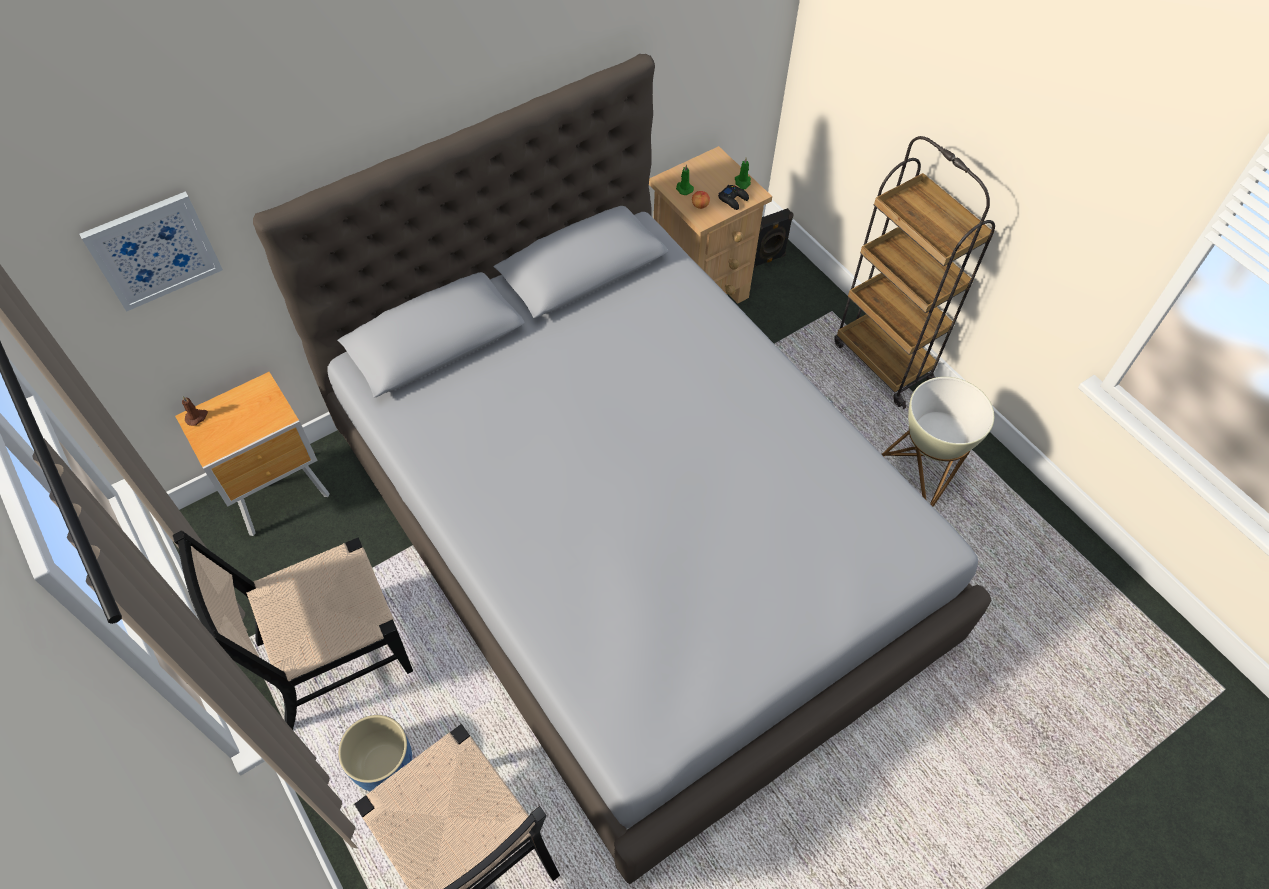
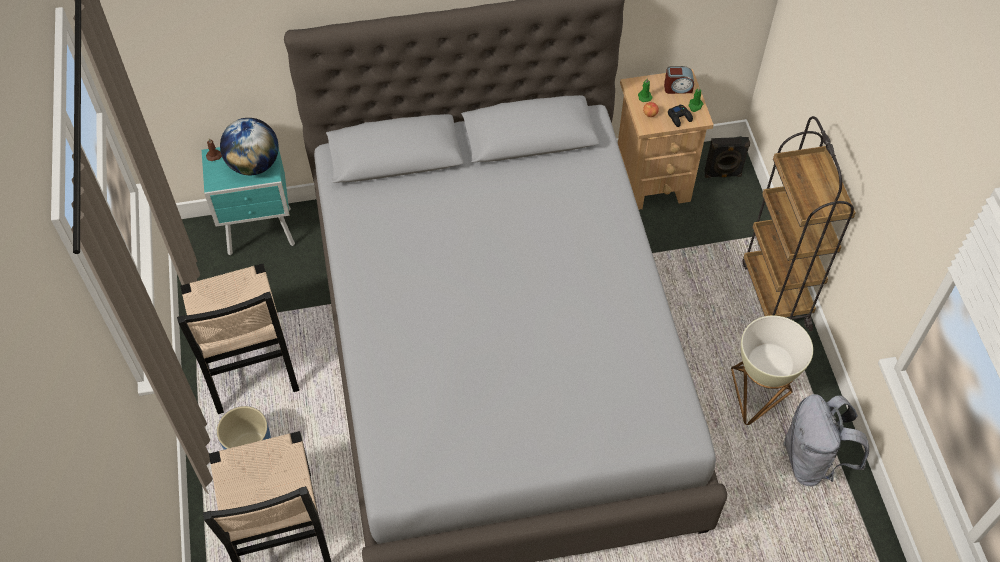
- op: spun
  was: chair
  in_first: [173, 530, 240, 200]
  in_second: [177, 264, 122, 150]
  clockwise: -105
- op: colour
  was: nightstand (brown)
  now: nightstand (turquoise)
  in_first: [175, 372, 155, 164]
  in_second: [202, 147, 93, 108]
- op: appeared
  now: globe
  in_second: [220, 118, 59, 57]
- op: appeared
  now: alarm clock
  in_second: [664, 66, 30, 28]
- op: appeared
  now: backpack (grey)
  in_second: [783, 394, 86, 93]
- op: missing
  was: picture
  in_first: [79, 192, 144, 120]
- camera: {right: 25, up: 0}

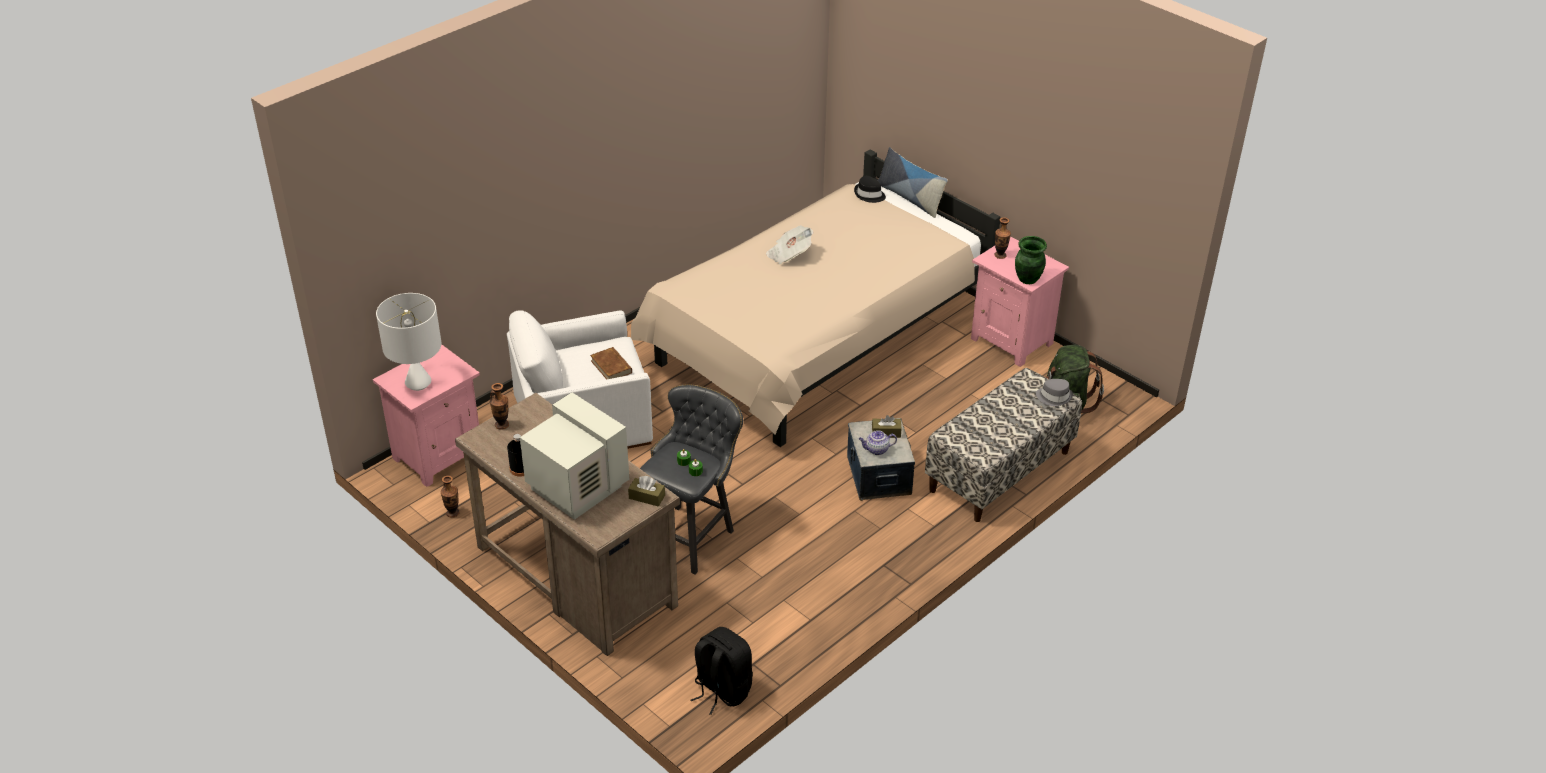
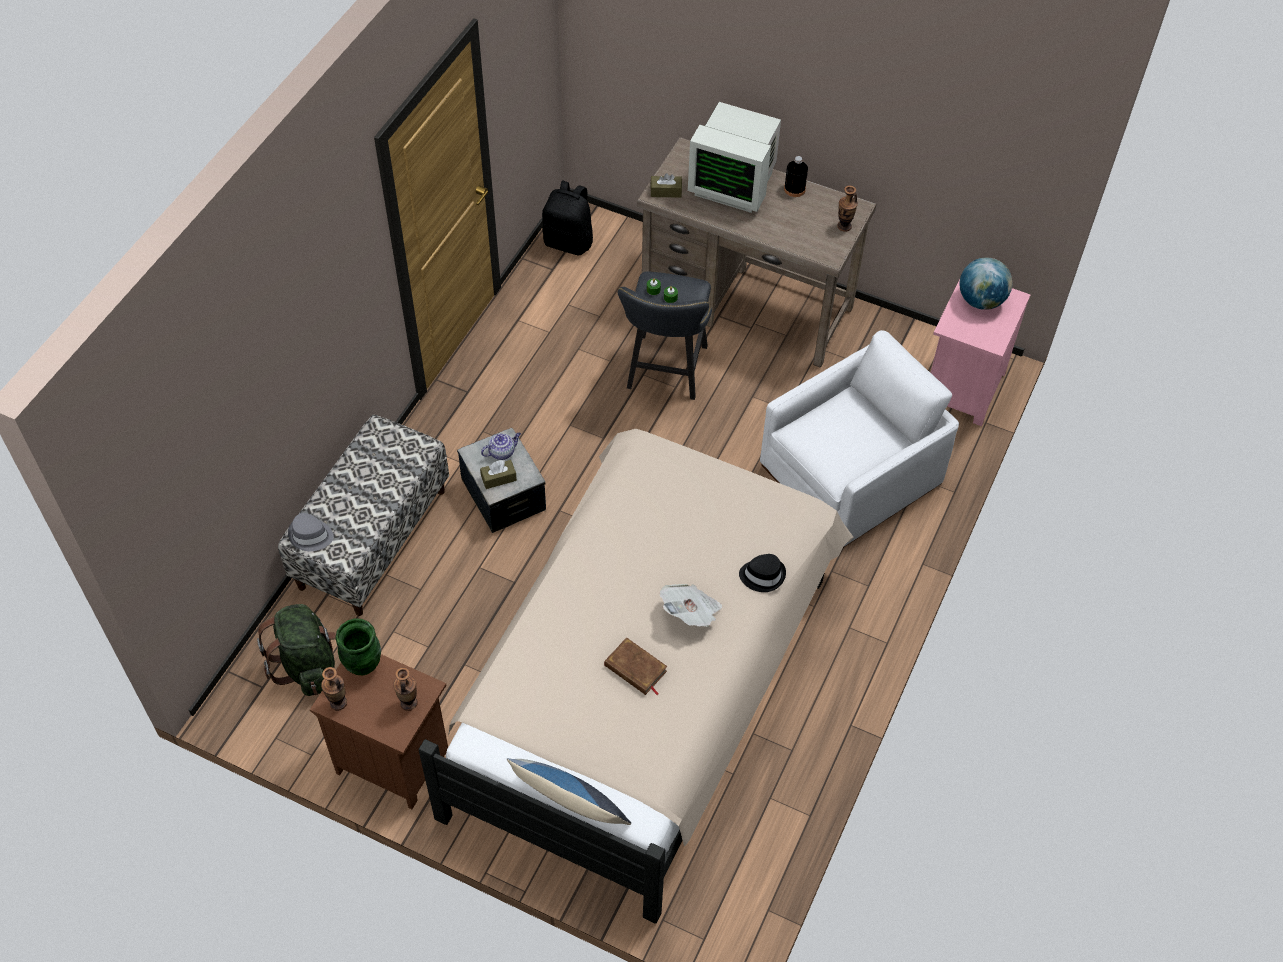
- op: colour
  was: nightstand (pink)
  now: nightstand (brown)
  in_first: [971, 236, 98, 131]
  in_second: [310, 654, 138, 155]
- op: relocated
  was: vase
  in_first: [441, 475, 18, 43]
  in_second: [321, 667, 26, 44]
- op: relocated
  was: book (brown)
  in_first: [590, 347, 42, 33]
  in_second: [604, 637, 64, 58]
- op: relocated
  was: hat (black)
  in_first: [854, 176, 32, 27]
  in_second: [739, 554, 47, 38]
- op: exchanged
  was: table lamp (white)
  now: globe
  in_first: [376, 293, 66, 98]
  in_second: [959, 258, 53, 52]
- camera: {right: 160, up: 15}

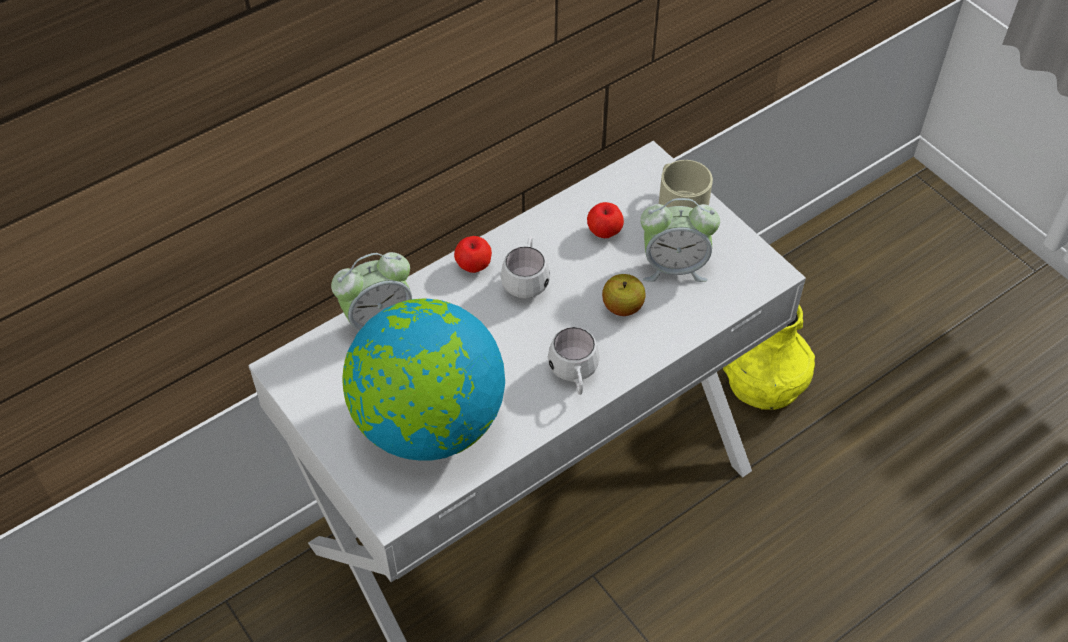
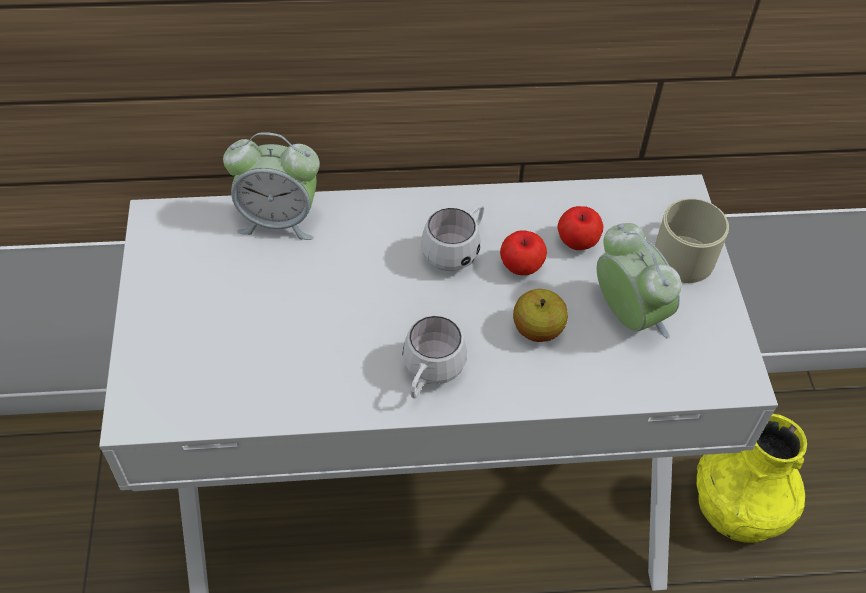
- op: relocated
  was: apple
  in_first: [454, 236, 38, 37]
  in_second: [500, 230, 47, 45]
- op: spun
  was: alarm clock
  in_first: [641, 198, 79, 84]
  in_second: [597, 223, 84, 115]
  clockwise: -150
- op: missing
  was: globe
  in_first: [343, 298, 162, 163]
- camera: {right: 30, up: 0}

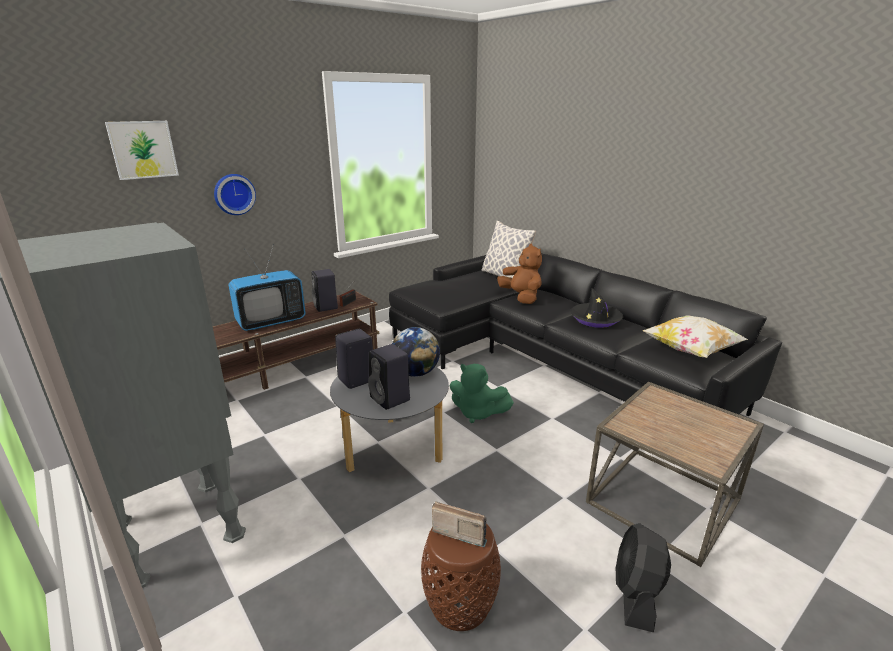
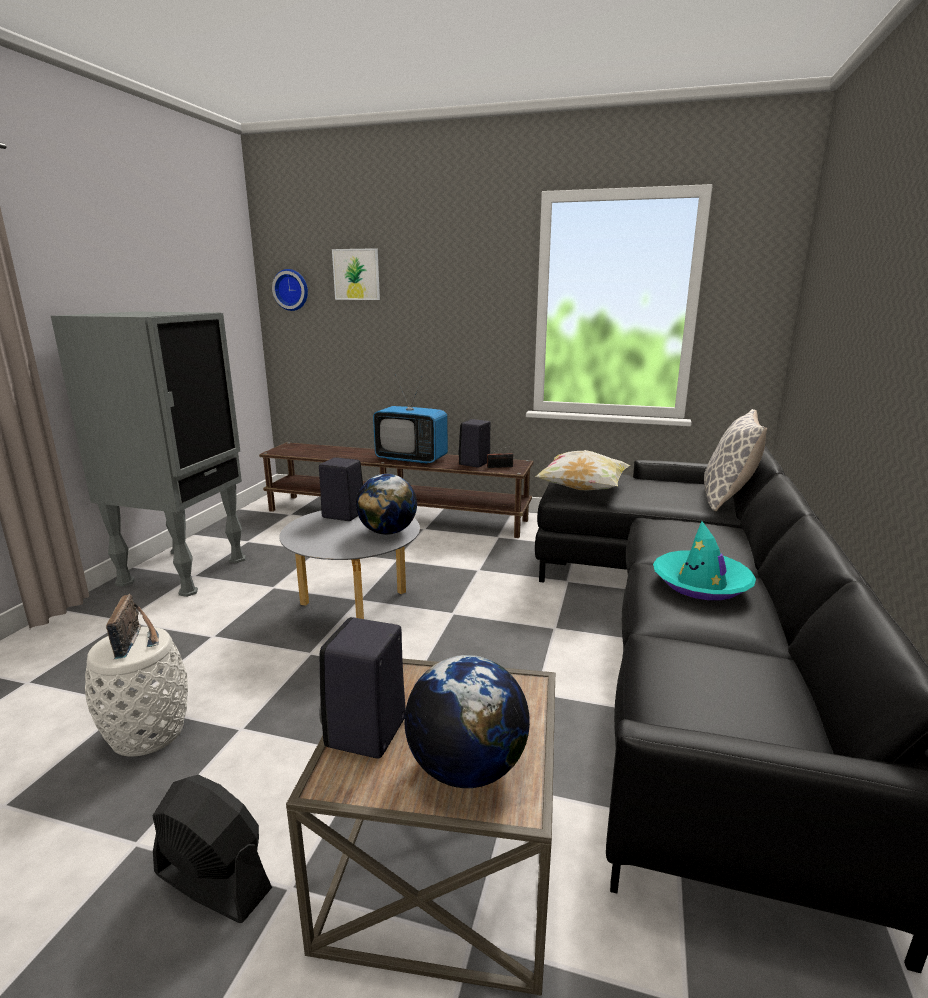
- op: colour
  was: stool (brown)
  now: stool (white)
  in_first: [421, 523, 80, 108]
  in_second: [85, 626, 103, 131]
- op: spun
  was: fan (black)
  in_first: [616, 523, 55, 109]
  in_second: [152, 775, 120, 148]
  clockwise: 45
- op: relocated
  was: wall clock
  in_first: [214, 174, 42, 41]
  in_second: [272, 269, 36, 42]
- op: relocated
  was: speaker (black)
  in_first: [368, 344, 42, 66]
  in_second: [319, 617, 87, 142]
- op: appeared
  now: globe
  in_second: [405, 655, 125, 133]
- op: relocated
  was: pillow
  in_first: [642, 315, 106, 43]
  in_second: [535, 450, 95, 40]
- op: colour
  was: hat (black)
  now: hat (turquoise)
  in_first: [570, 288, 53, 40]
  in_second: [653, 521, 103, 79]
- op: missing
  was: plush toy (green)
  in_first: [450, 364, 64, 59]
- op: missing
  was: plush toy (brown)
  in_first: [497, 243, 45, 61]
- camera: {right: 55, up: -5}

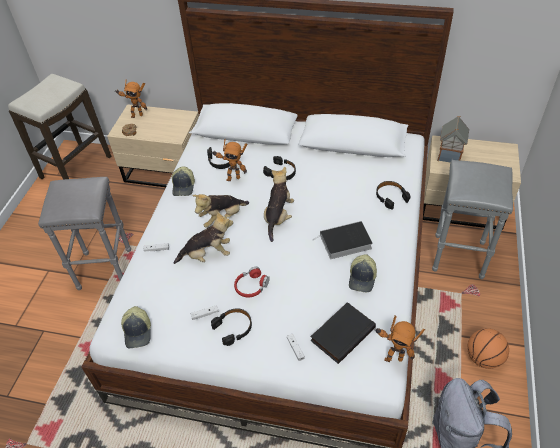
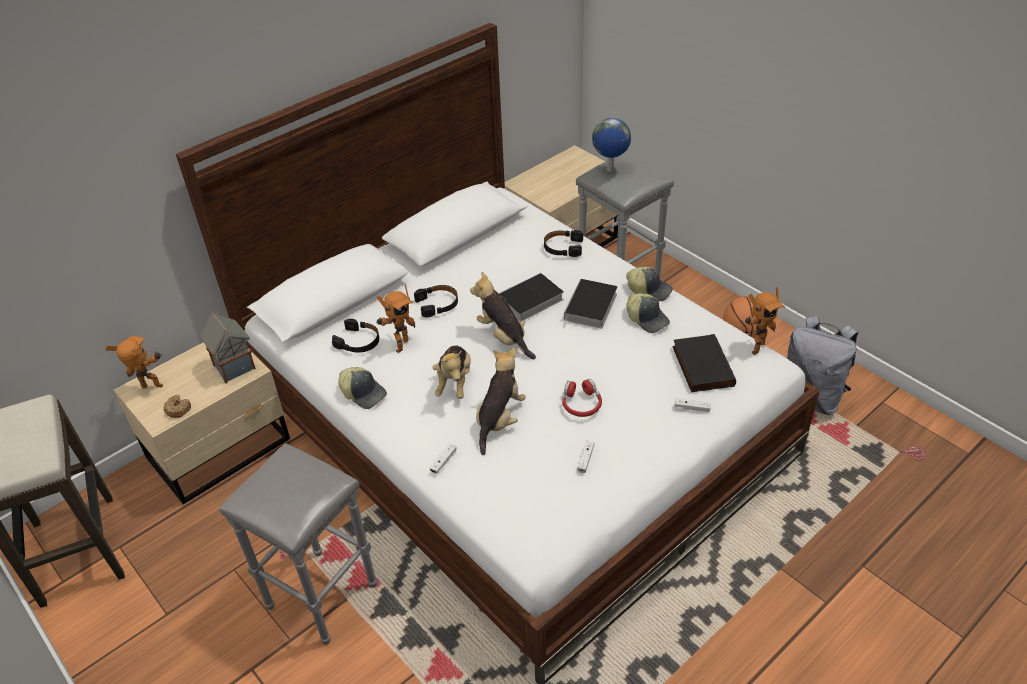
- op: spun
  was: toy robot
  in_first: [115, 79, 32, 39]
  in_second: [105, 336, 58, 53]
  clockwise: -120
- op: relocated
  was: toy house
  in_first: [437, 116, 32, 46]
  in_second: [200, 311, 56, 72]
- op: appeared
  now: book
  in_second: [499, 273, 65, 49]
- op: appeared
  now: globe
  in_second: [592, 118, 39, 54]
- op: relocated
  was: cap
  in_first: [121, 306, 30, 42]
  in_second: [626, 267, 47, 34]
- op: missing
  was: headphones (black)
  in_first: [211, 308, 41, 38]
- camera: {right: -55, up: -5}

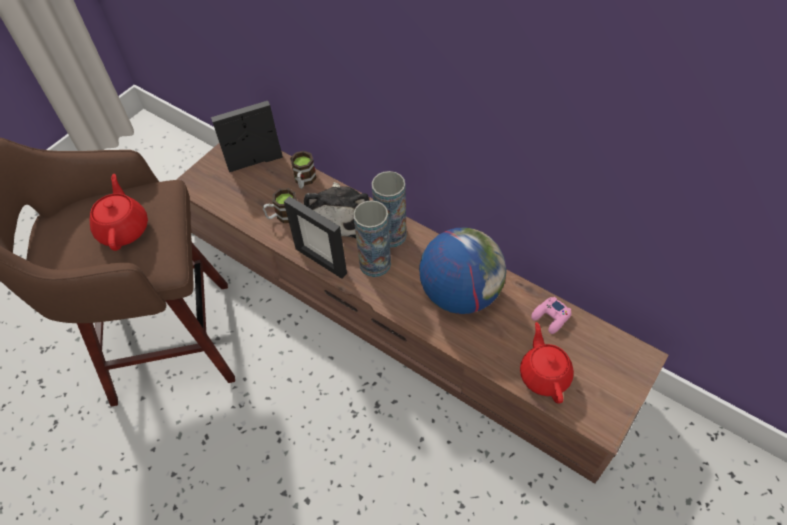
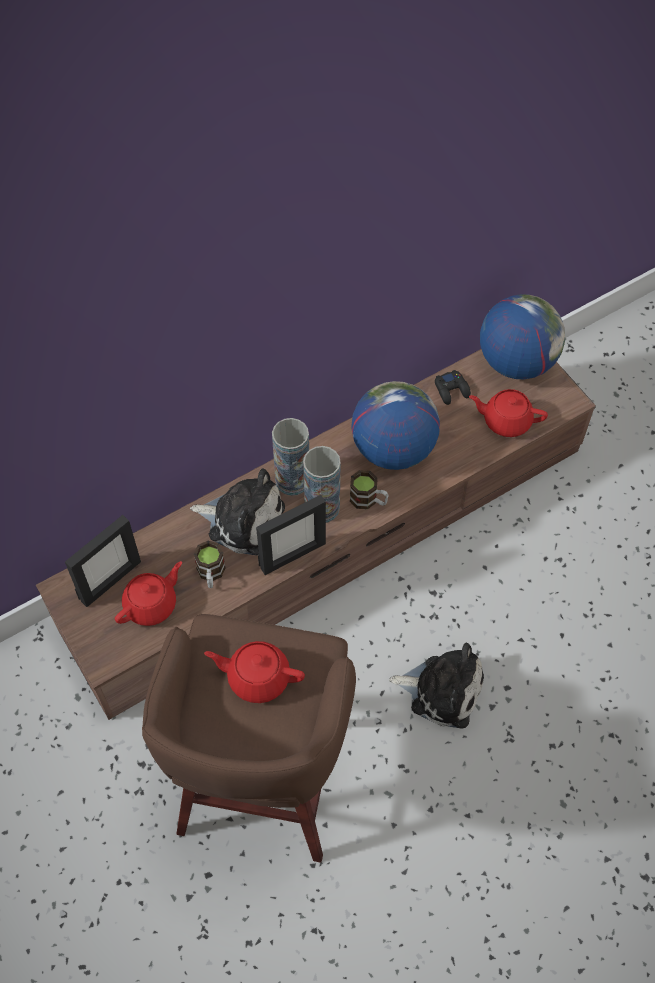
- op: spun
  was: picture frame
  in_first: [211, 101, 72, 71]
  in_second: [65, 515, 76, 92]
  clockwise: -135
- op: appeared
  now: teapot (red)
  in_second: [115, 561, 67, 65]
- op: relocated
  was: mug
  in_first: [290, 151, 27, 38]
  in_second: [350, 470, 39, 40]
- op: appeared
  now: plush toy
  in_second: [389, 643, 95, 86]
- op: colour
  was: game controller (pink)
  now: game controller (black)
  in_first: [531, 297, 41, 37]
  in_second: [435, 370, 36, 35]
- op: appeared
  now: globe
  in_second: [480, 294, 85, 85]
- camera: {right: -70, up: 5}

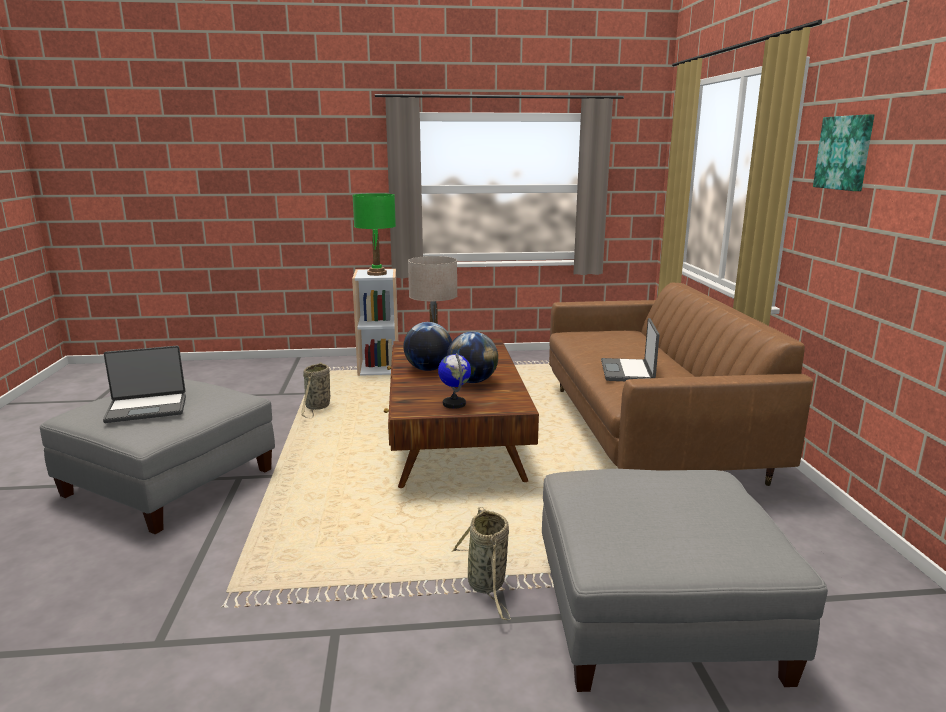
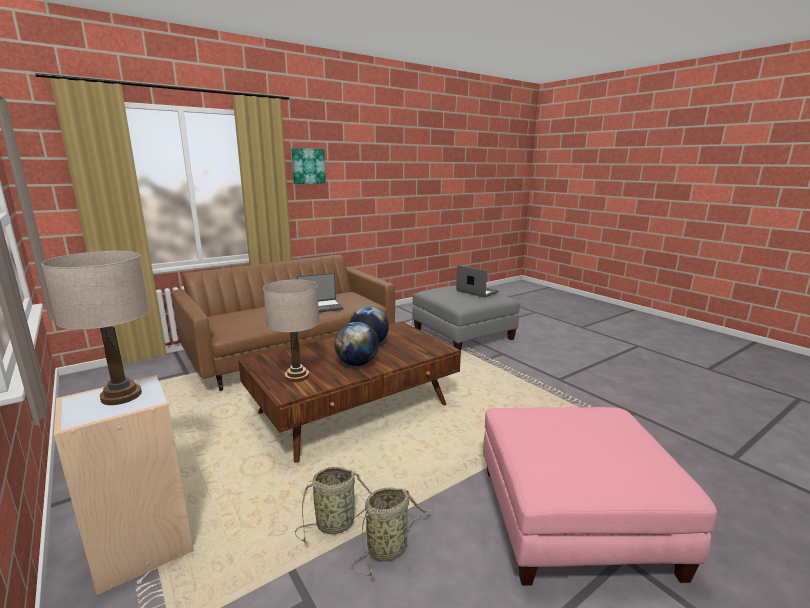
- op: colour
  was: table lamp (green)
  now: table lamp (beige)
  in_first: [352, 193, 44, 83]
  in_second: [41, 251, 108, 154]
- op: relocated
  was: basket
  in_first: [451, 507, 60, 113]
  in_second: [351, 488, 82, 89]
- op: relocated
  was: laptop
  in_first: [103, 346, 83, 77]
  in_second: [456, 265, 42, 33]
- op: colour
  was: ottoman (grey)
  now: ottoman (pink)
  in_first: [40, 379, 235, 155]
  in_second: [483, 407, 234, 179]
- op: missing
  was: globe
  in_first: [438, 353, 33, 56]
- camera: {right: -120, up: 0}

